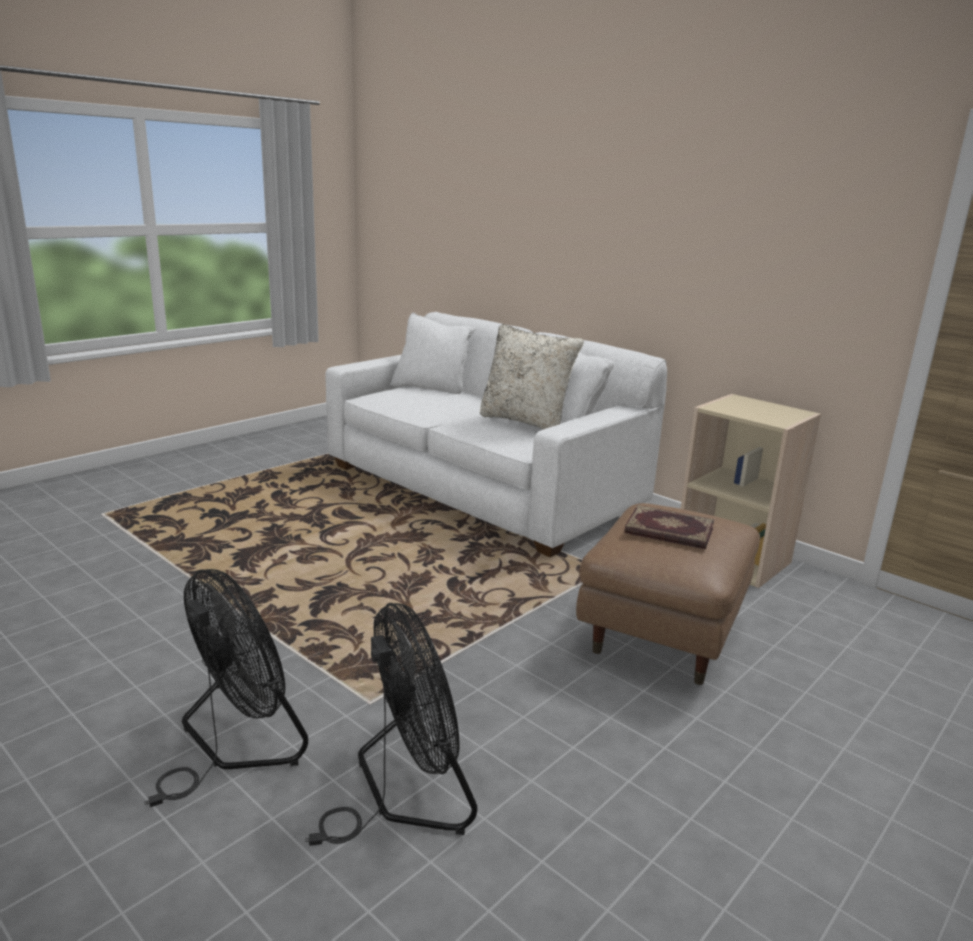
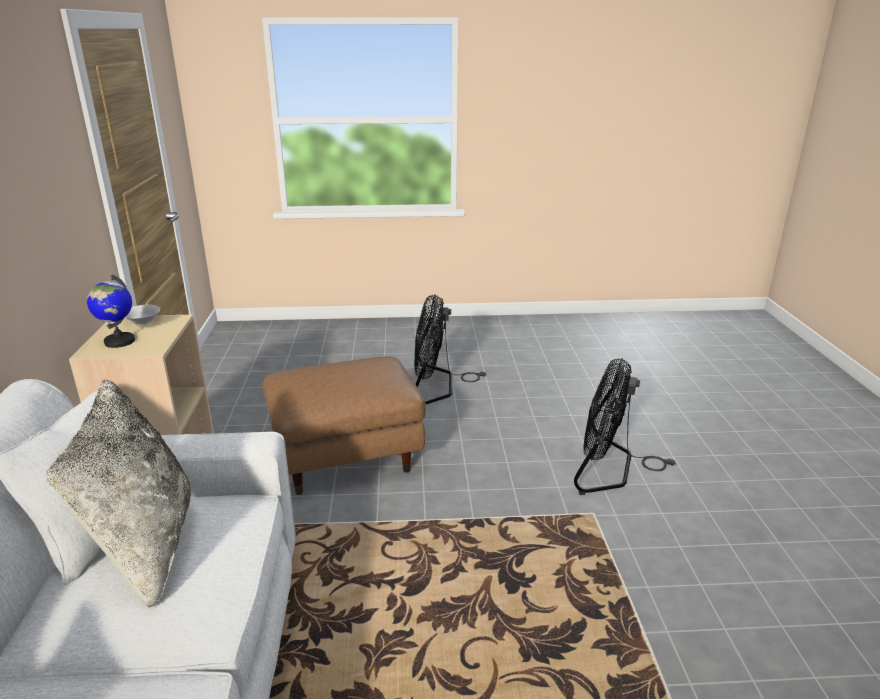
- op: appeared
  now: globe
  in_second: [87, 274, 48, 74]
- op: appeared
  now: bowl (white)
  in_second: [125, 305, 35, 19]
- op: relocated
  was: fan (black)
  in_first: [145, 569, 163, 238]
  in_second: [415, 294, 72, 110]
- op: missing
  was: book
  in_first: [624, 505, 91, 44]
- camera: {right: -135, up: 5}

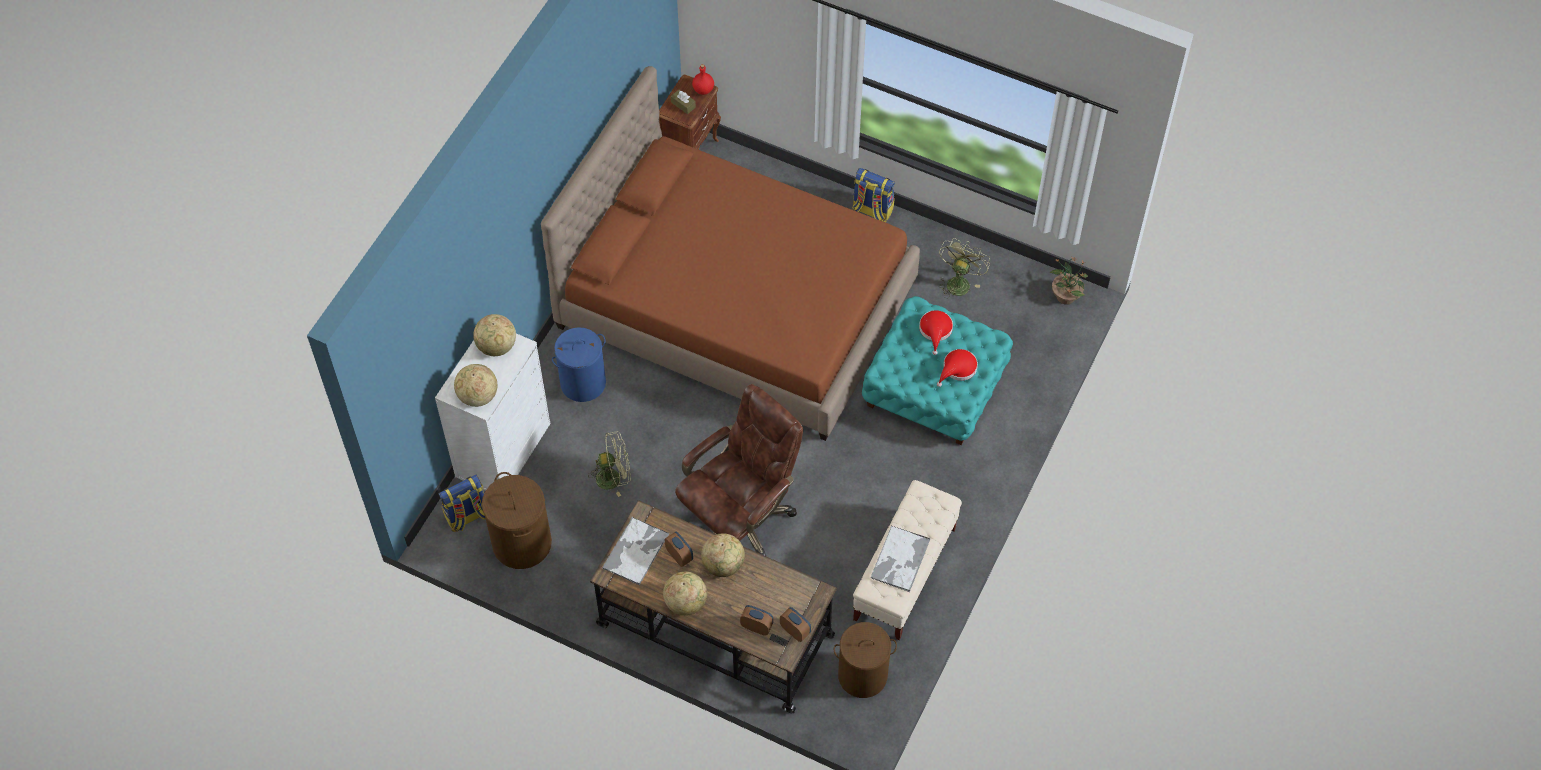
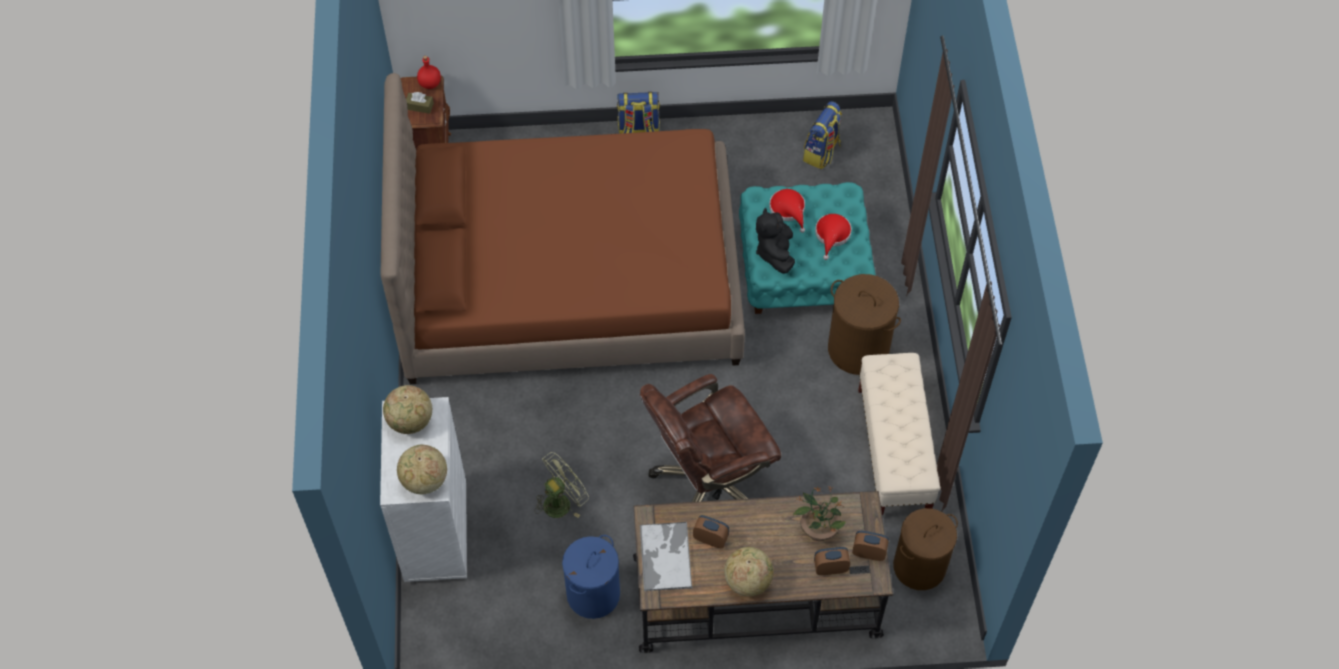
- op: relocated
  was: laundry basket (blue)
  in_first: [552, 327, 54, 75]
  in_second: [562, 535, 58, 84]
- op: spun
  was: office chair (brown)
  in_first: [675, 384, 128, 172]
  in_second: [640, 374, 141, 128]
  clockwise: -135
- op: appeared
  now: plush toy (black)
  in_second: [756, 208, 39, 66]
- op: relocated
  was: potted plant
  in_first: [1050, 257, 38, 48]
  in_second: [793, 486, 53, 55]
- op: relocated
  was: backpack
  in_first: [439, 475, 46, 57]
  in_second: [803, 101, 39, 68]
- op: relocated
  was: laundry basket (brown)
  in_first: [482, 472, 70, 97]
  in_second: [828, 274, 73, 101]
- op: missing
  was: globe
  in_first: [701, 533, 44, 44]
- op: missing
  was: tray
  in_first: [870, 525, 60, 67]
- op: missing
  was: fan (green)
  in_first: [939, 238, 51, 61]
- camera: {right: -30, up: 0}

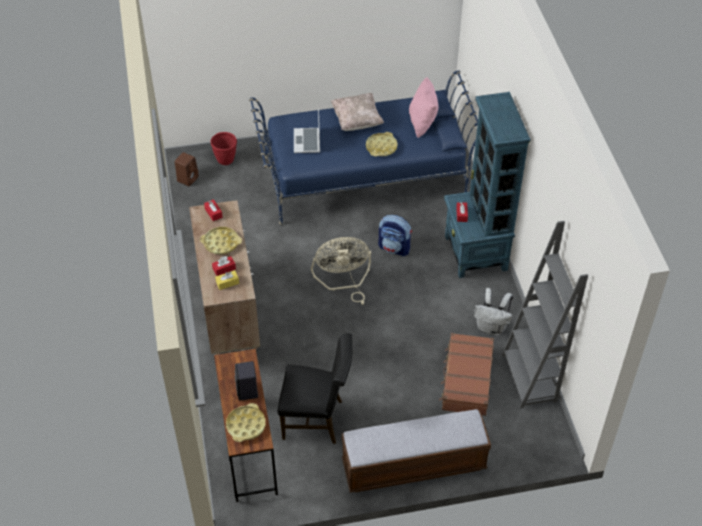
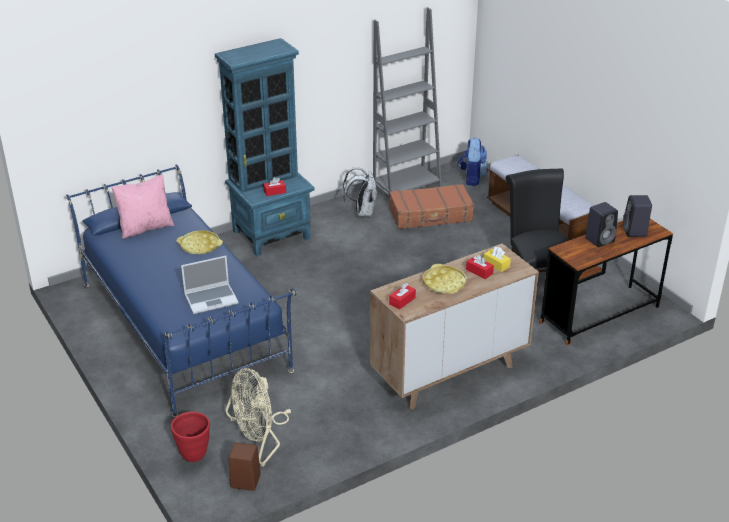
- op: relocated
  was: fan (beige)
  in_first: [311, 237, 60, 68]
  in_second: [225, 368, 67, 99]
- op: relocated
  was: backpack
  in_first: [378, 215, 34, 41]
  in_second: [457, 138, 31, 48]
- op: exchanged
  was: tray (yellow)
  now: speaker (black)
  in_first: [226, 403, 40, 39]
  in_second: [623, 195, 29, 42]
- op: missing
  was: pillow (beige)
  in_first: [331, 93, 53, 38]
- camera: {right: -110, up: -15}

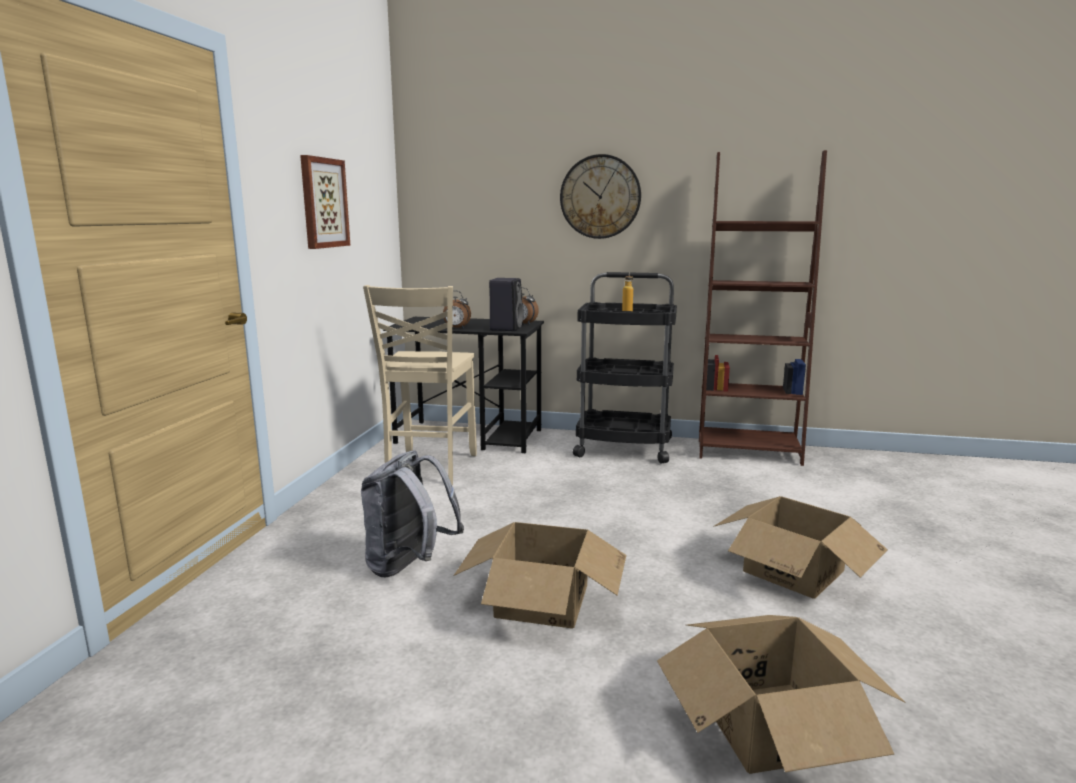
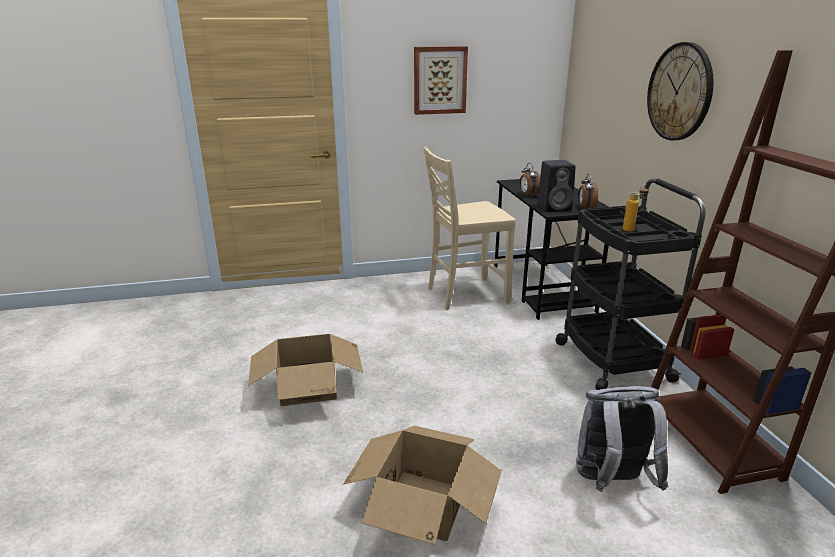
- op: relocated
  was: backpack (grey)
  in_first: [361, 450, 103, 127]
  in_second: [576, 386, 92, 106]
- op: missing
  was: cardboard box
  in_first: [657, 615, 249, 159]
- camera: {right: 65, up: 10}

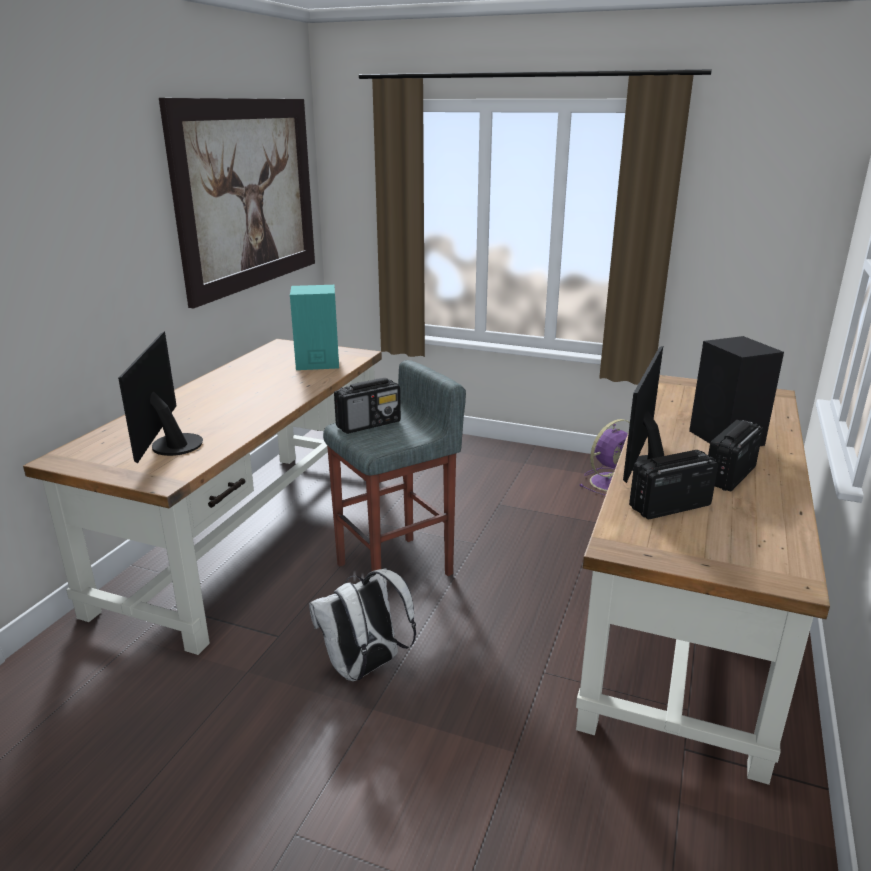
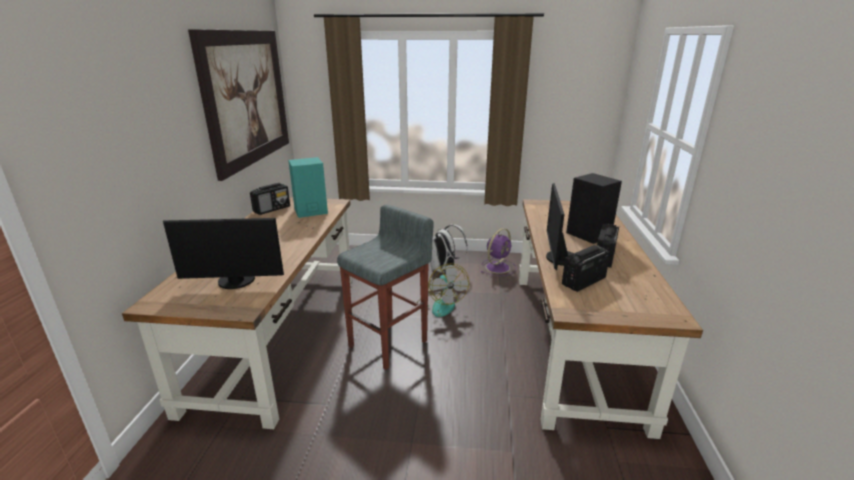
- op: spun
  was: monitor
  in_first: [118, 332, 85, 131]
  in_second: [163, 218, 121, 71]
  clockwise: -75
- op: relocated
  was: radio
  in_first: [334, 378, 67, 56]
  in_second: [250, 183, 40, 32]
- op: appeared
  now: fan
  in_second: [417, 263, 52, 54]
- op: relocated
  was: backpack (white)
  in_first: [309, 568, 107, 113]
  in_second: [430, 225, 37, 48]
- camera: {right: -15, up: 0}

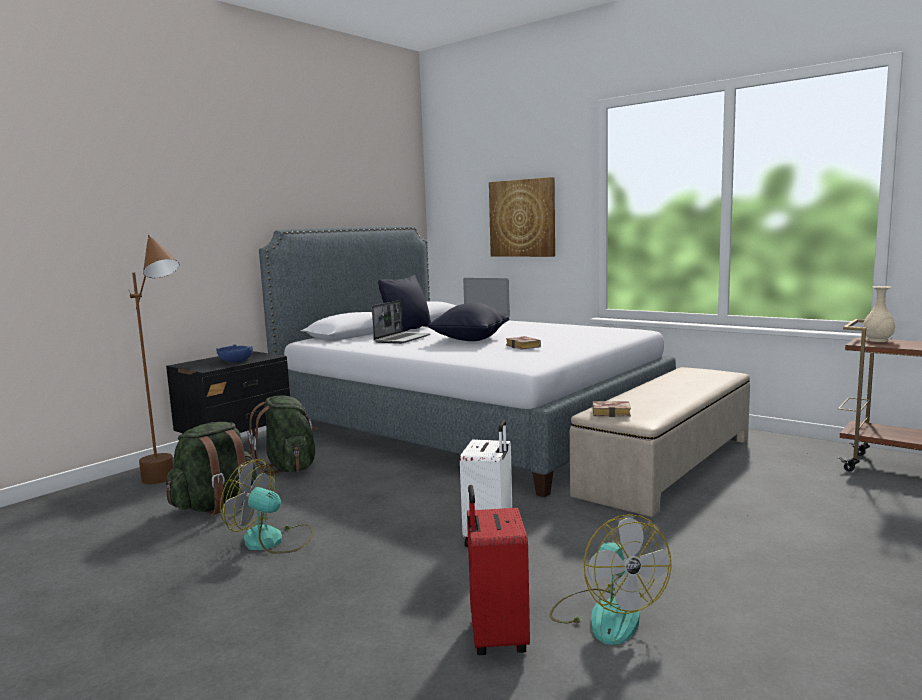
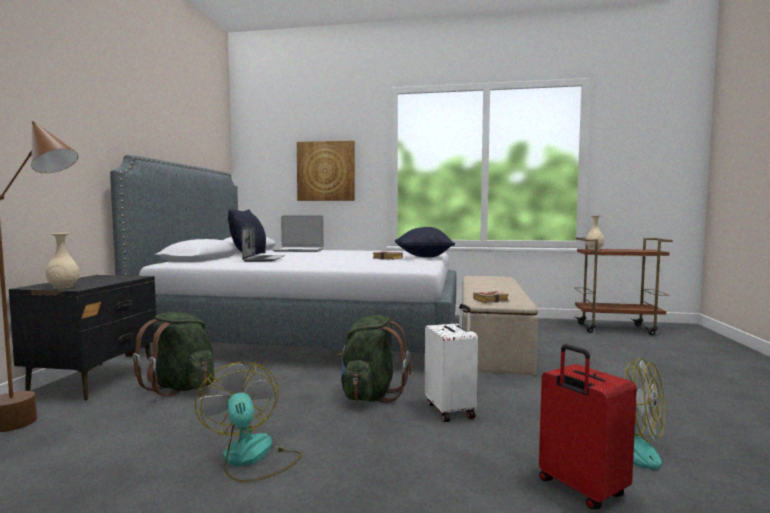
- op: appeared
  now: vase (beige)
  in_second: [46, 233, 34, 56]
- op: spun
  was: fan
  in_first: [220, 459, 93, 95]
  in_second: [195, 362, 107, 121]
  clockwise: 75
- op: relocated
  was: backpack (green)
  in_first: [165, 422, 92, 94]
  in_second: [337, 315, 75, 88]
- op: relocated
  was: pillow (black)
  in_first: [427, 303, 82, 38]
  in_second: [395, 227, 60, 31]
- op: missing
  was: bowl (blue)
  in_first: [216, 344, 37, 18]
- camera: {right: -30, up: -5}

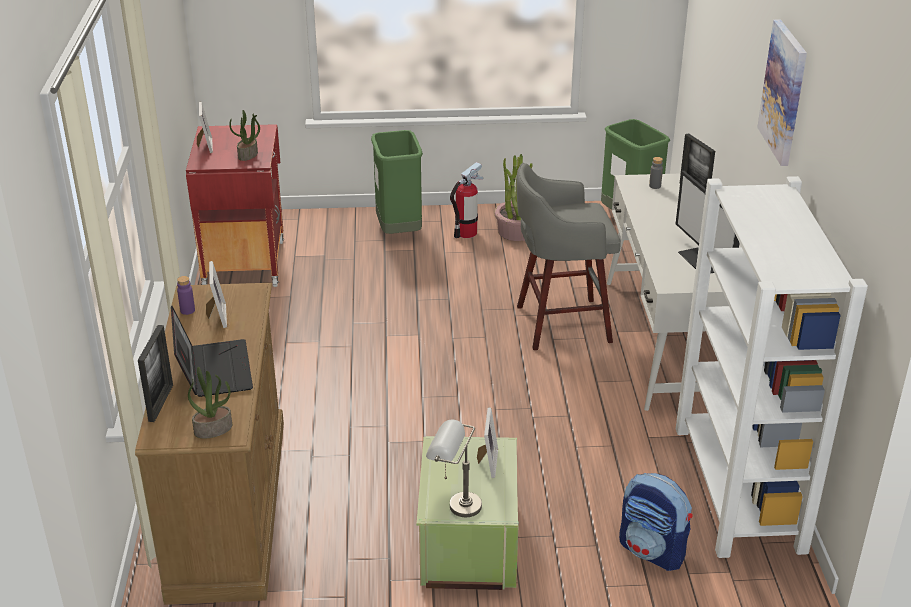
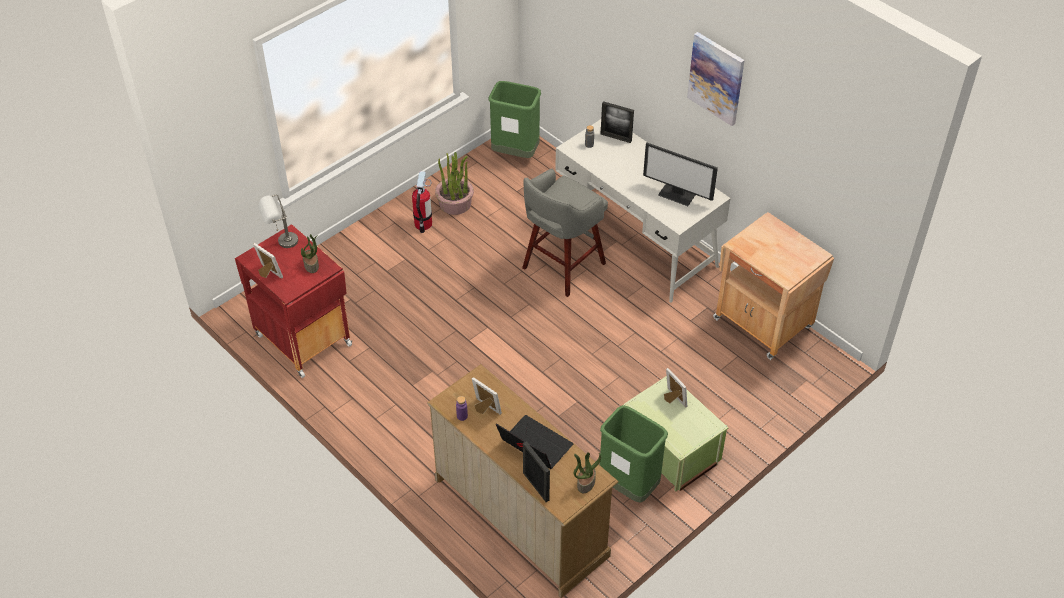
- op: relocated
  was: table lamp (grey)
  in_first: [426, 420, 56, 97]
  in_second: [258, 195, 40, 53]
- op: relocated
  was: trash can (green)
  in_first: [371, 130, 52, 104]
  in_second: [600, 405, 68, 98]
- op: exchanged
  was: bookcase (white)
  now: cart (brown)
  in_first: [676, 176, 192, 382]
  in_second: [713, 212, 121, 148]
- op: missing
  was: backpack
  in_first: [619, 473, 74, 98]
- camera: {right: -40, up: 15}

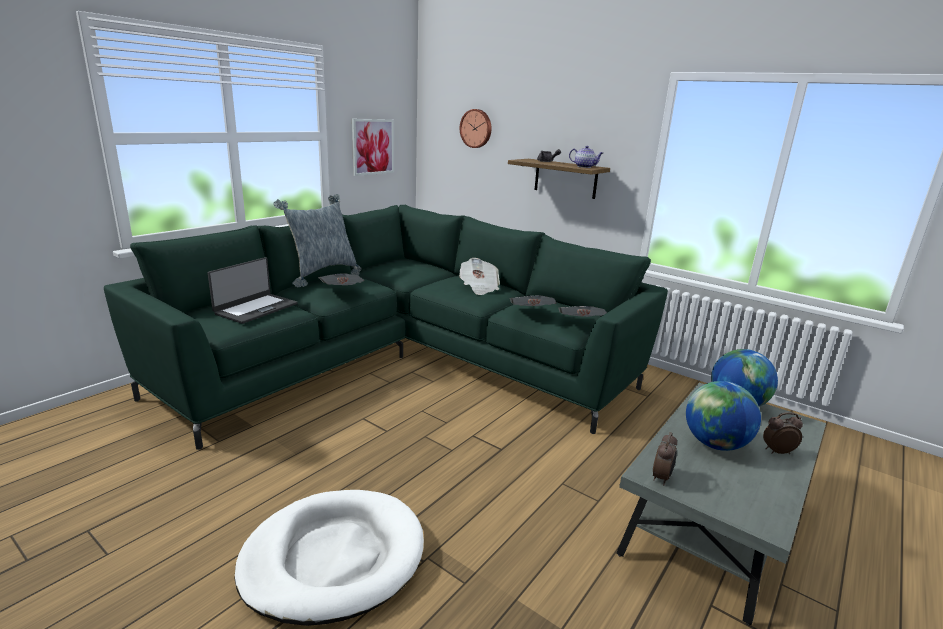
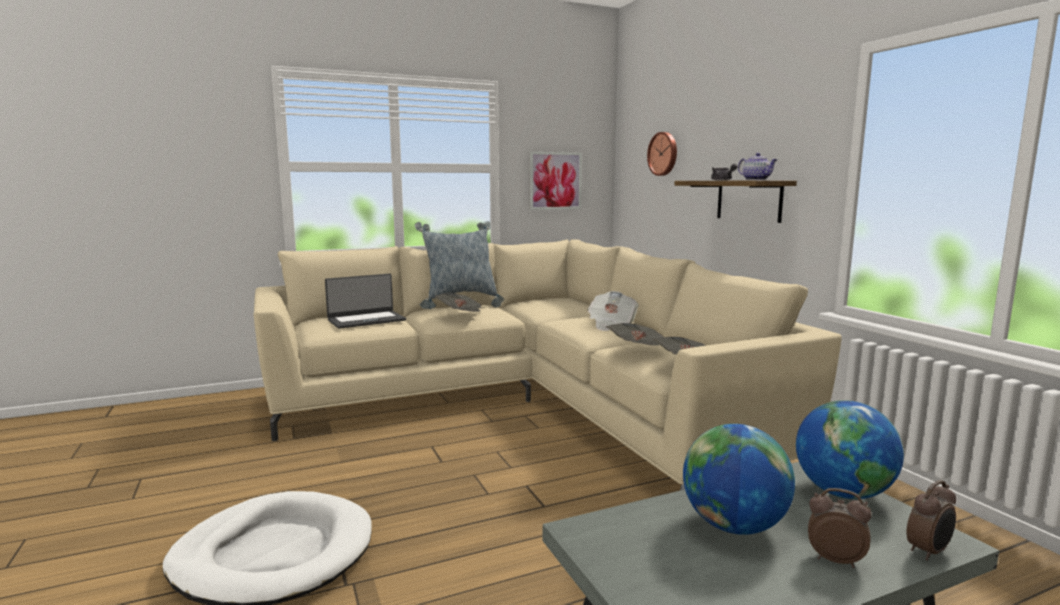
- op: colour
  was: sofa (green)
  now: sofa (beige)
  in_first: [104, 205, 564, 245]
  in_second: [254, 239, 588, 251]
- op: relocated
  was: alarm clock
  in_first: [653, 432, 24, 53]
  in_second: [906, 480, 50, 80]
- camera: {right: 30, up: -10}

